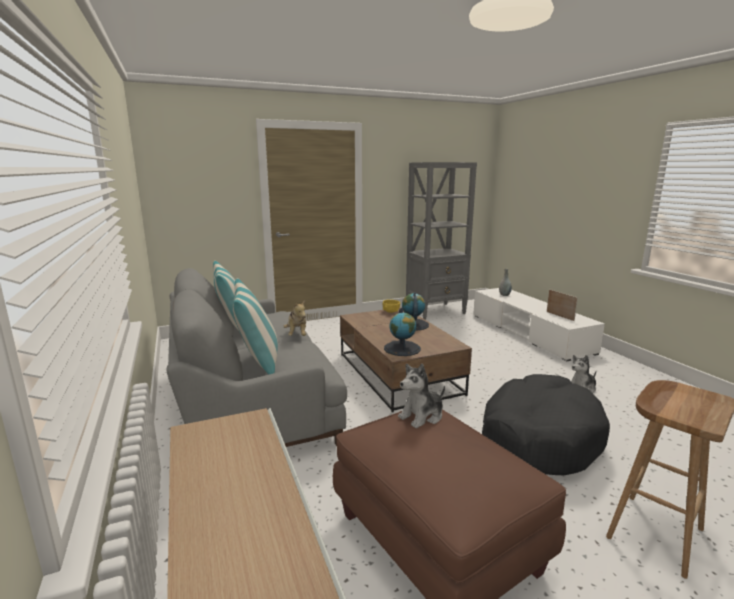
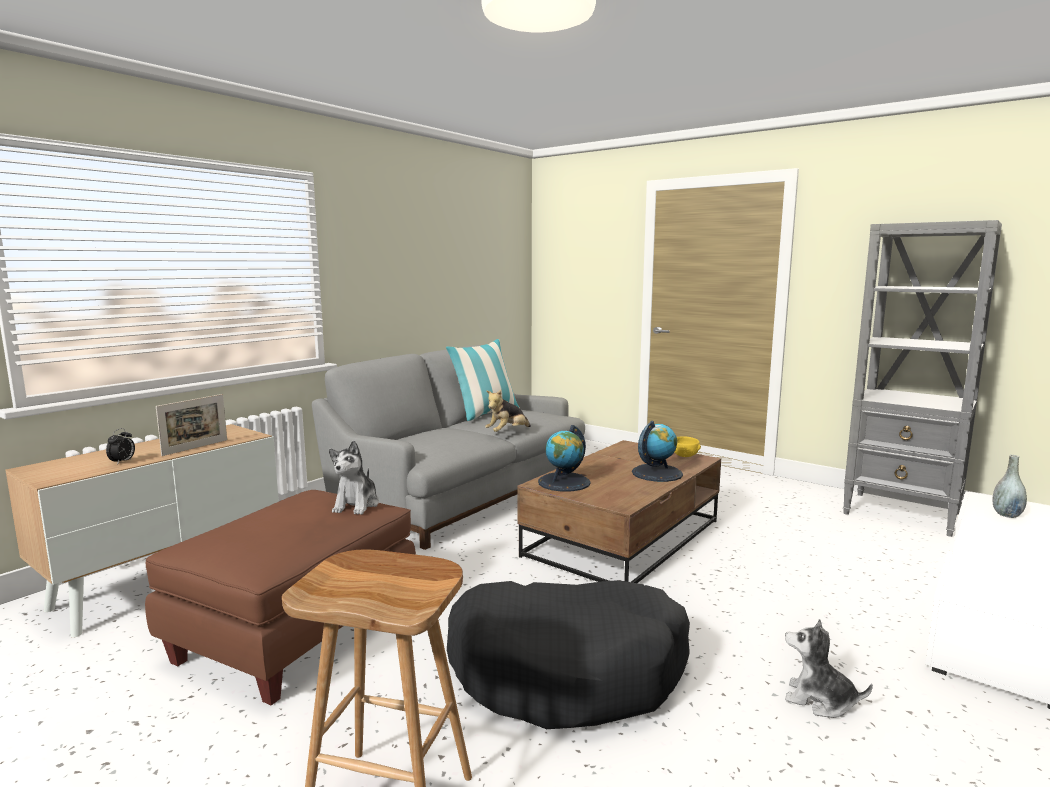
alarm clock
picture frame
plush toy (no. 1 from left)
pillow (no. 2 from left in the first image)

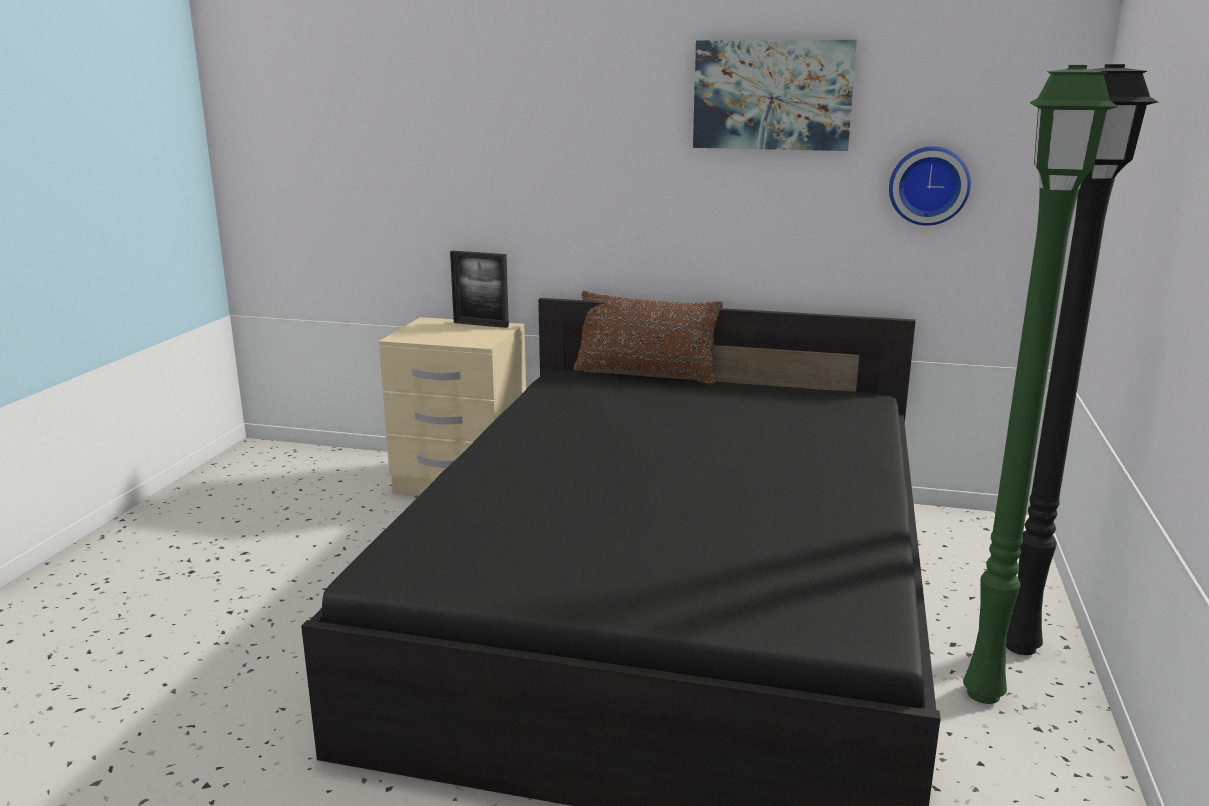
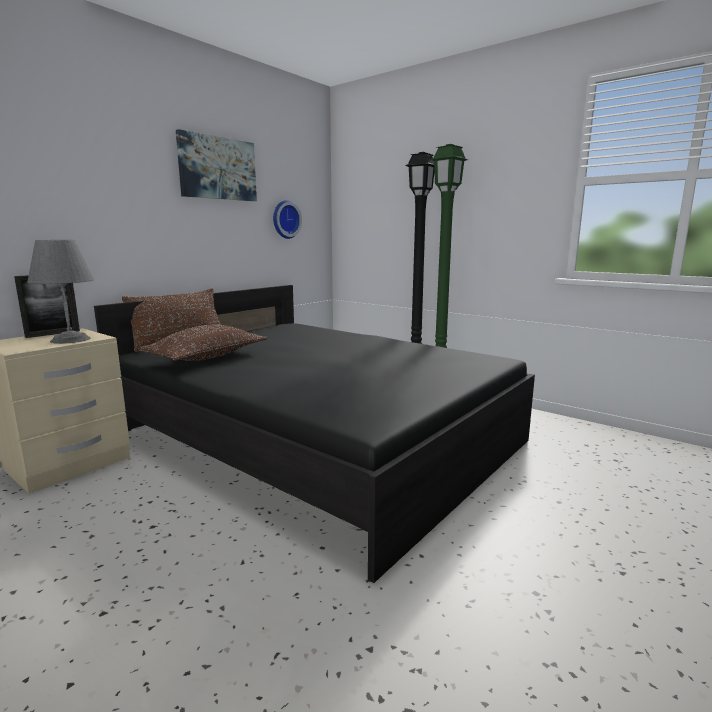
table lamp in grey
pillow in brown (no. 2 from left)

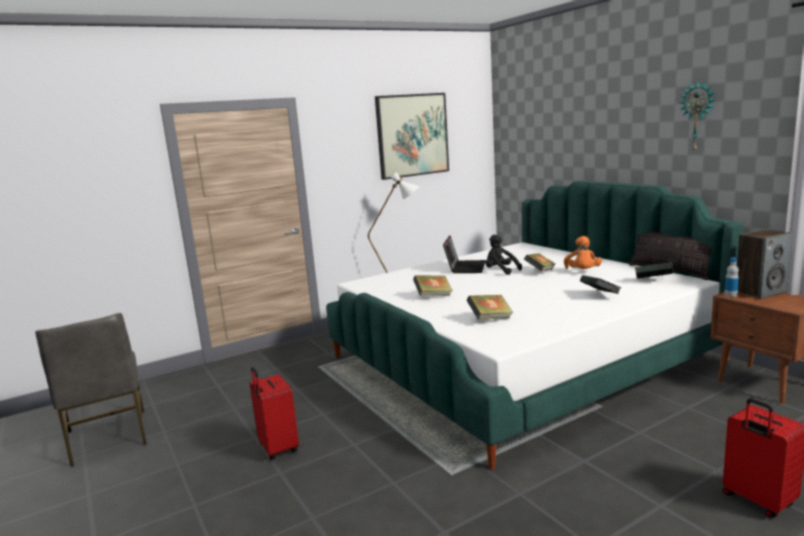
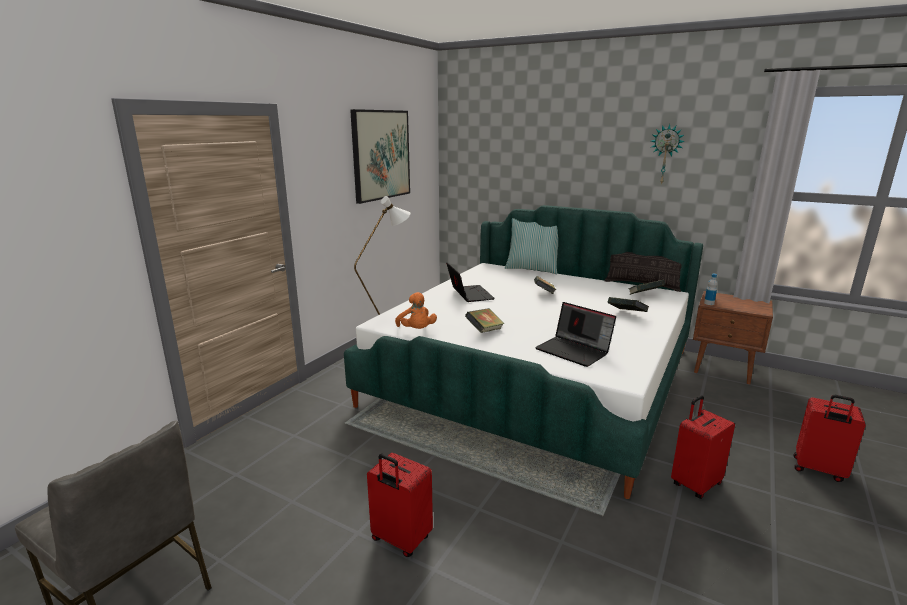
plush toy in orange
pillow (no. 1 from left)
laptop (no. 2 from left)
suitcase in red (no. 2 from left)
plush toy in black
speaker

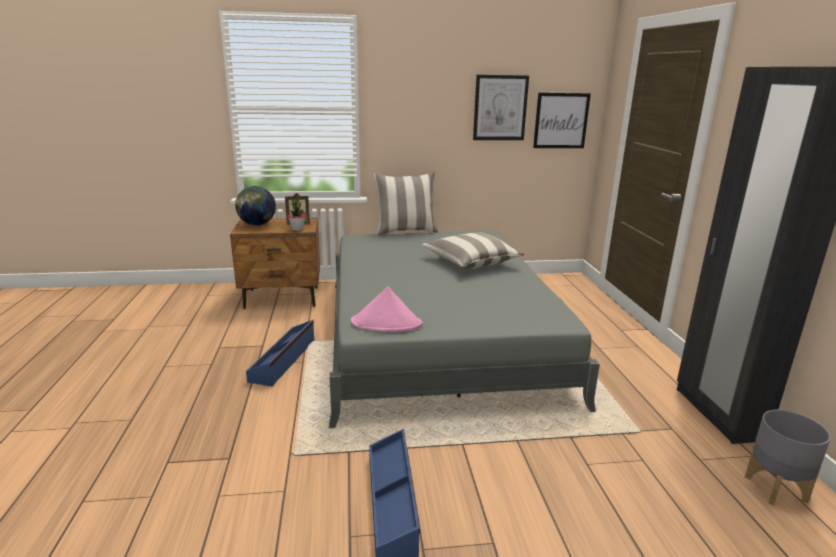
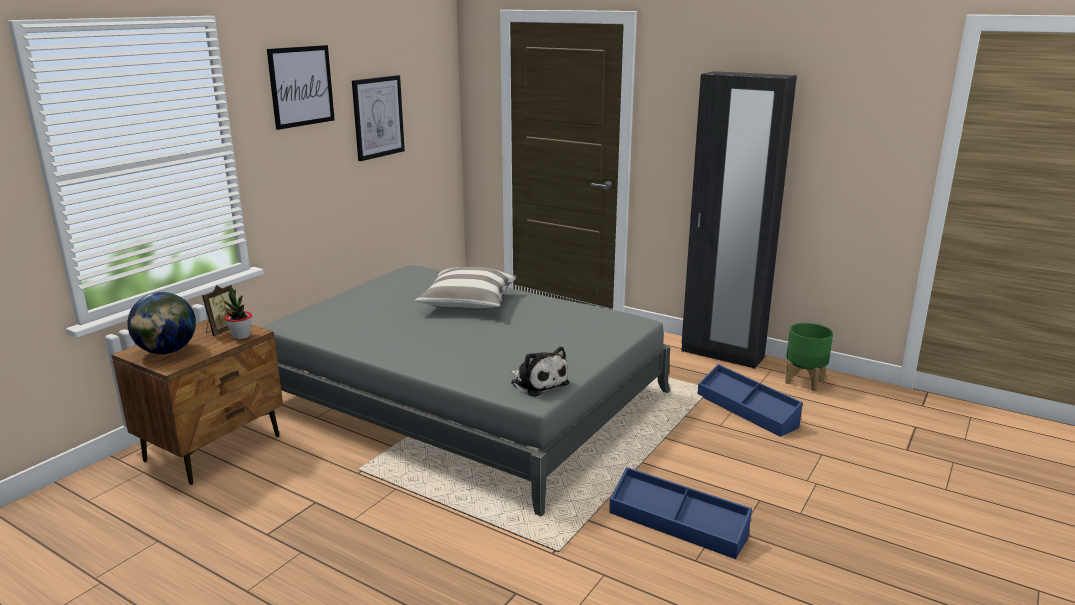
picture (no. 1 from left)
plush toy
storage box in blue (no. 2 from left)
planter in green
pillow (no. 1 from left in the first image)

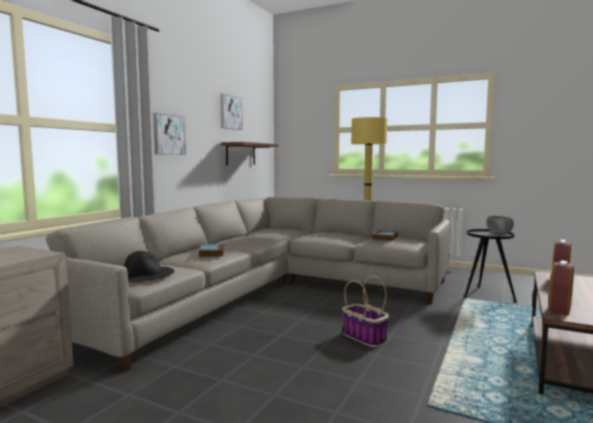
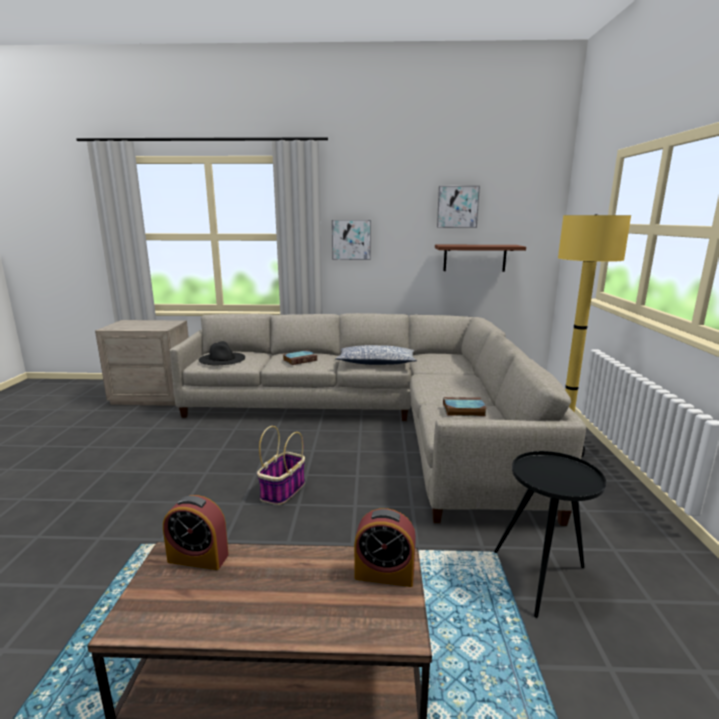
pillow
bowl in grey

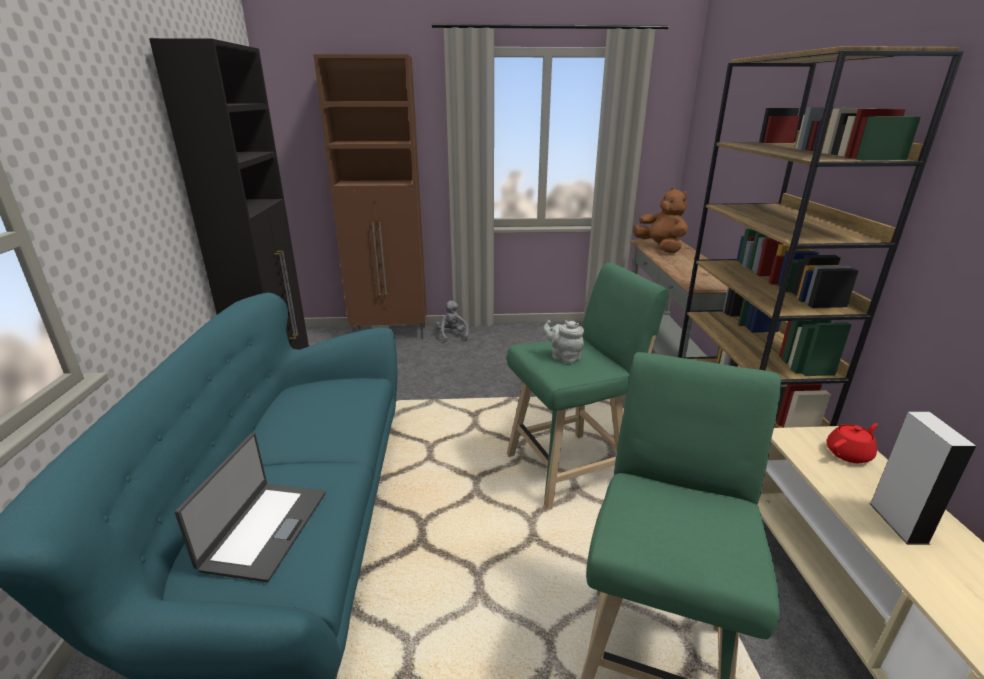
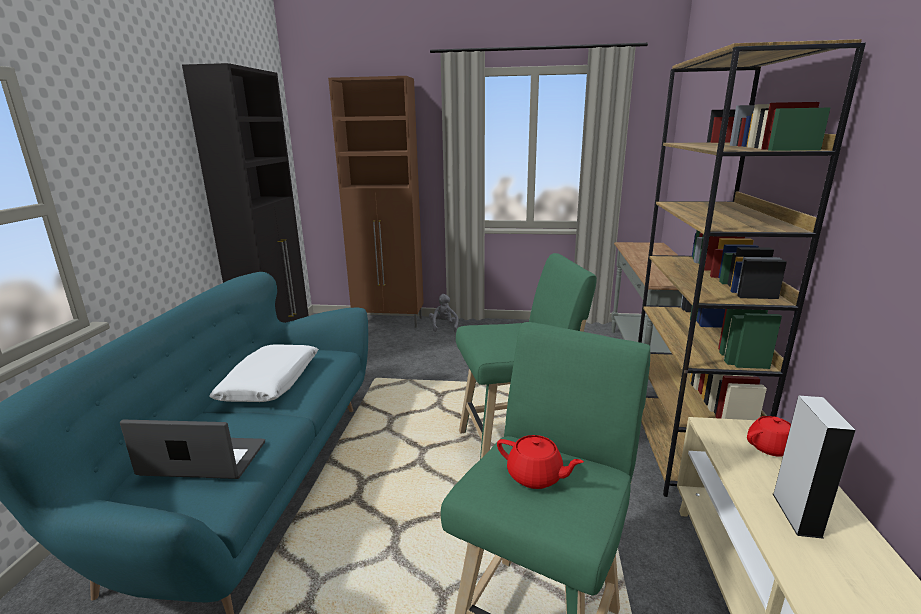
laptop
pillow in white
teapot in red (no. 1 from left)
teapot in grey
plush toy in brown

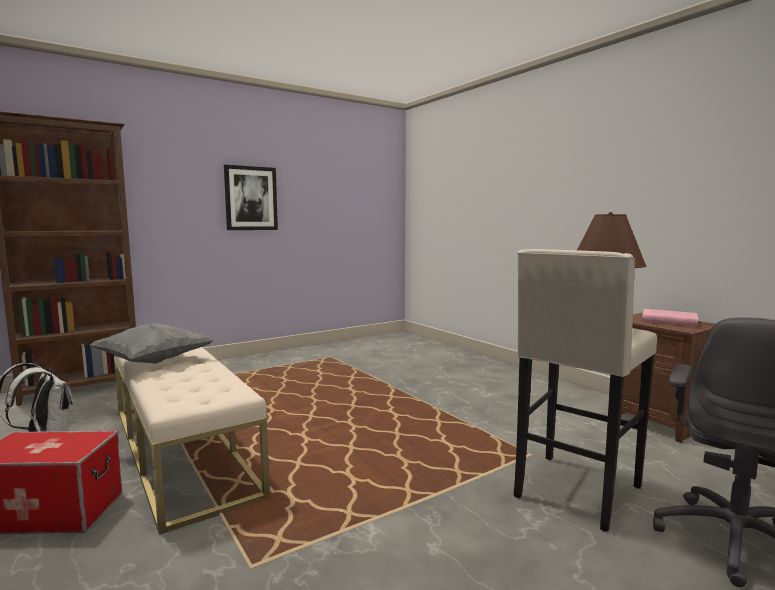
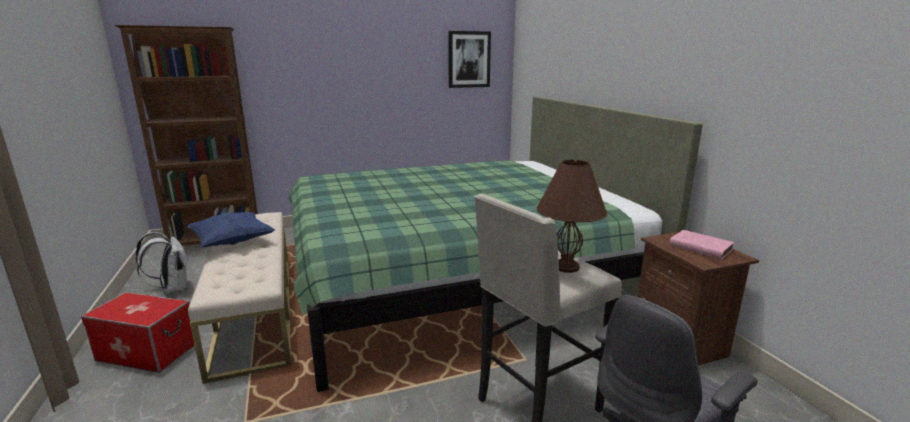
pillow in blue
bed in green
picture

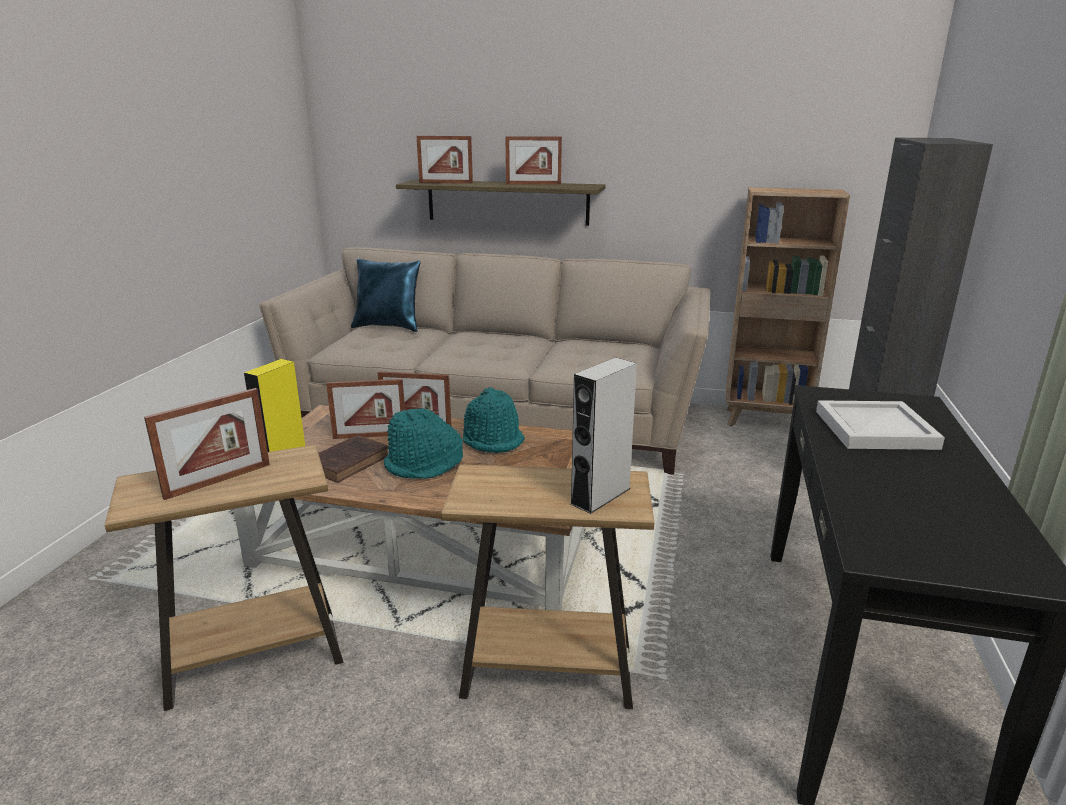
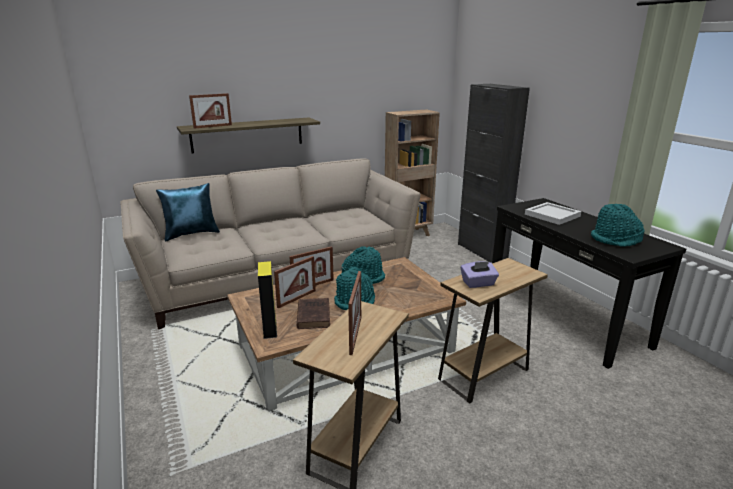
tissue box in purple
hat in turquoise (no. 3 from left)
picture frame (no. 5 from left in the first image)
speaker in grey

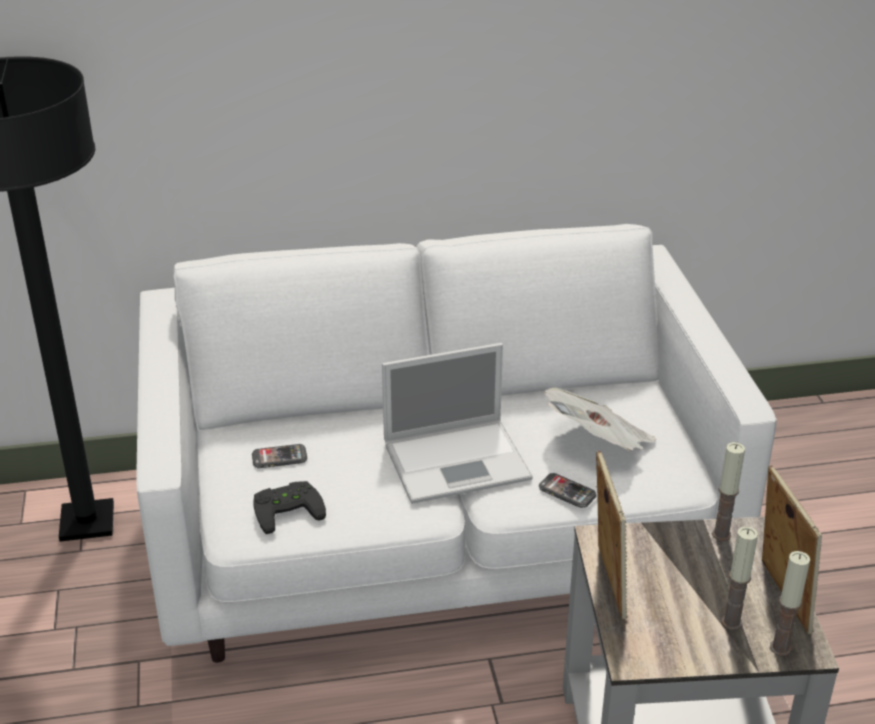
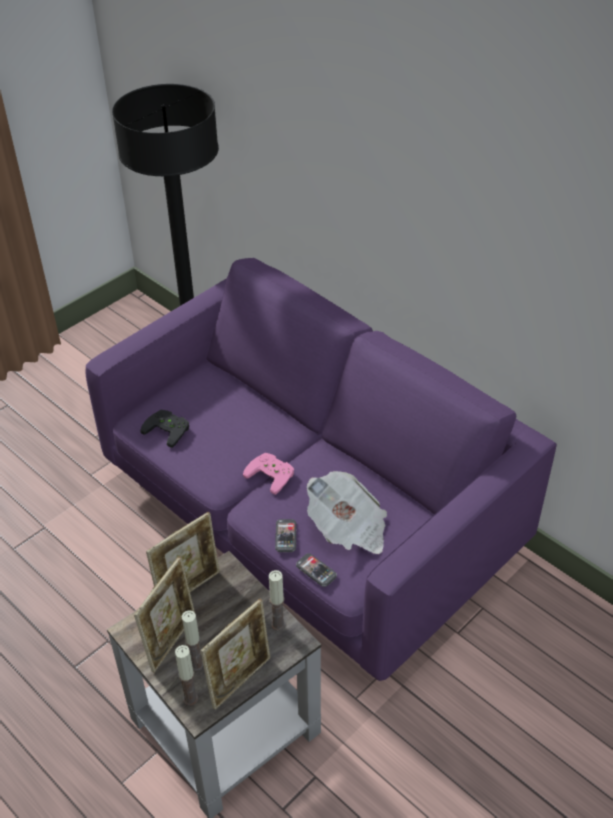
sofa in purple
picture frame (no. 1 from left)
game controller in pink
phone (no. 2 from left)

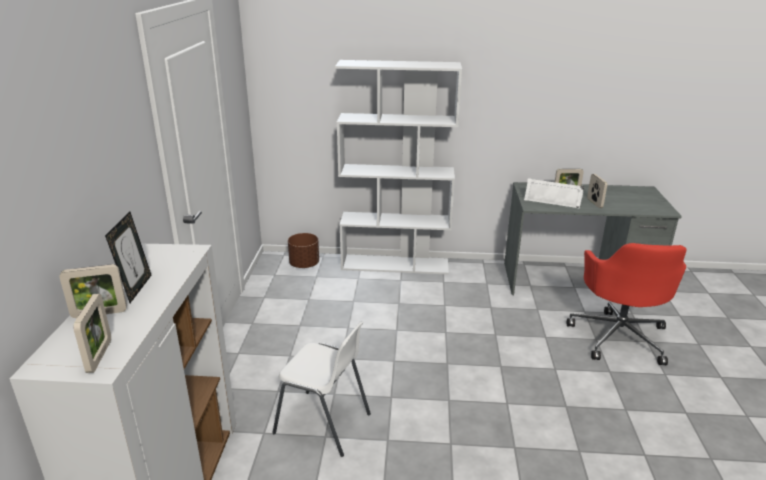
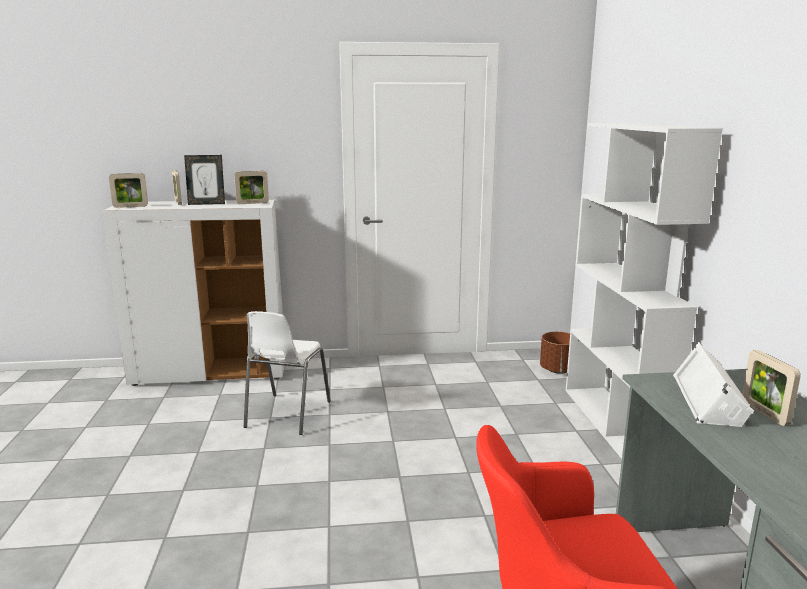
picture frame (no. 4 from left)

